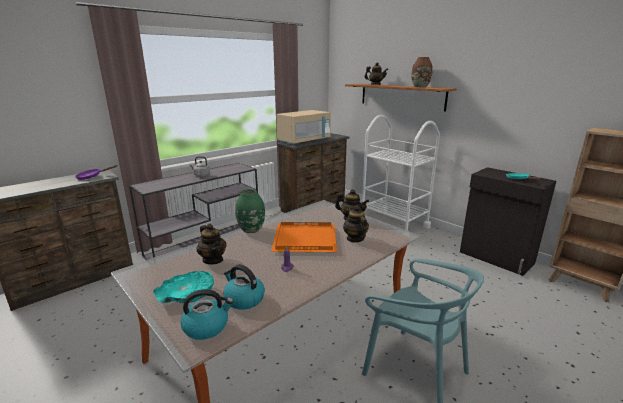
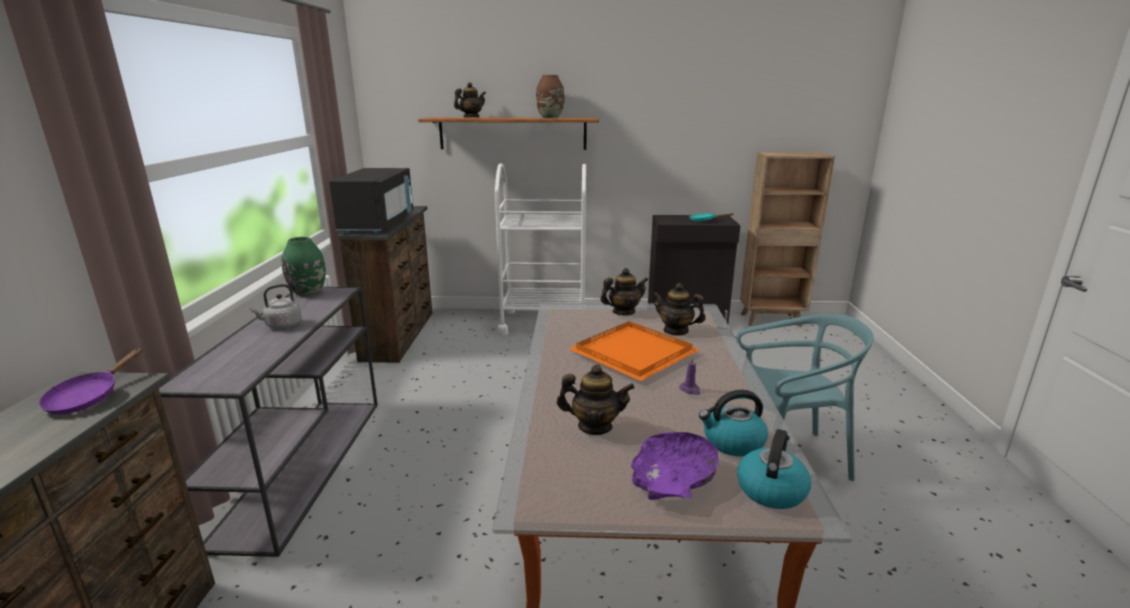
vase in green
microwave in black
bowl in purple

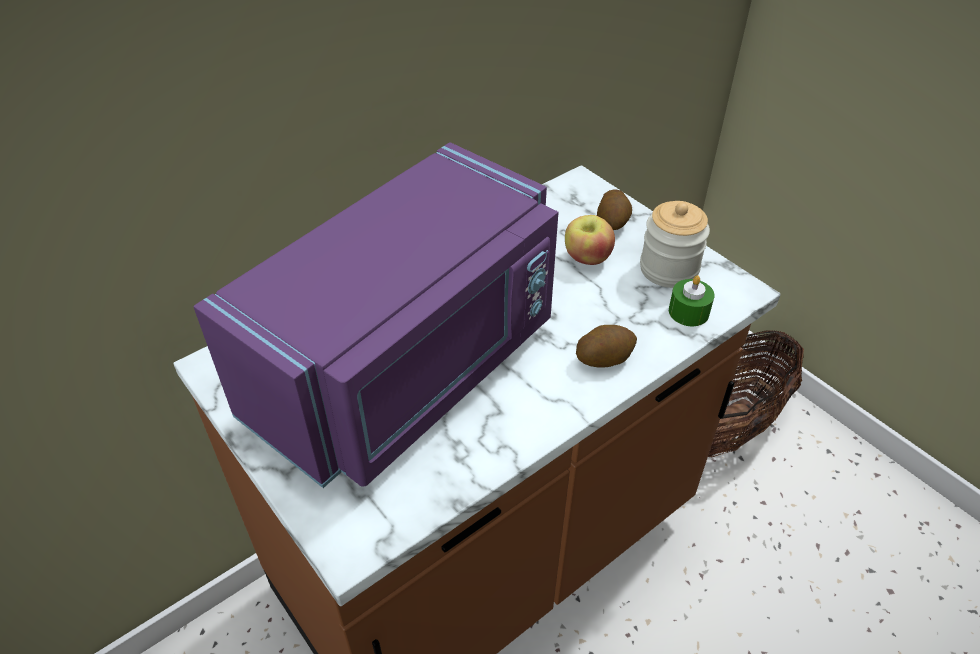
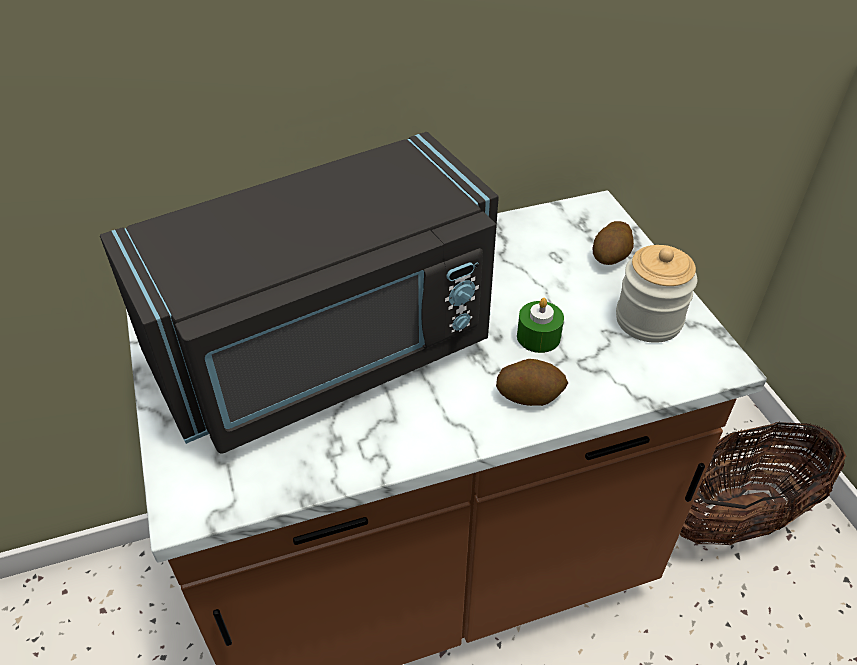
microwave in black
candle in green
apple

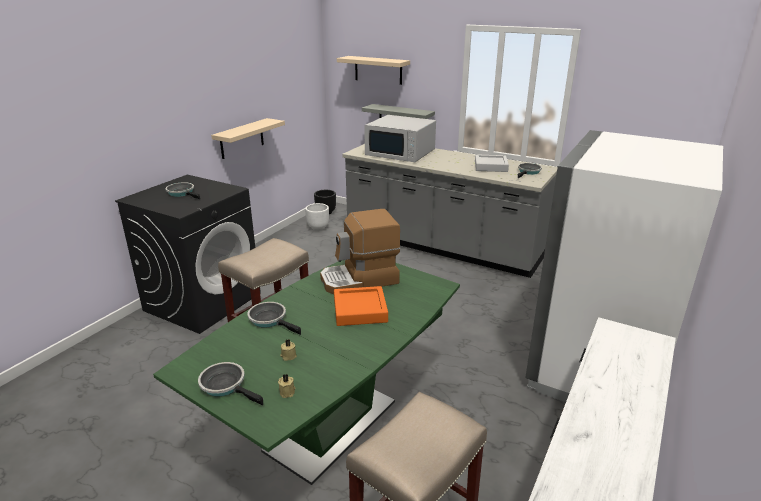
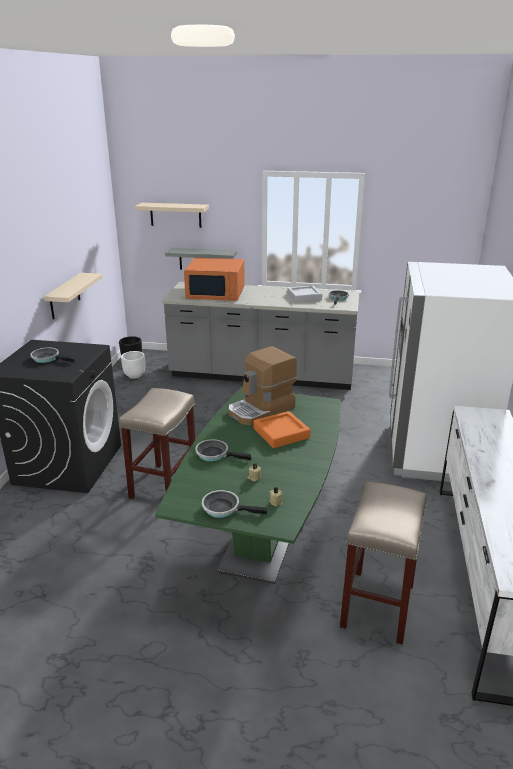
microwave in orange

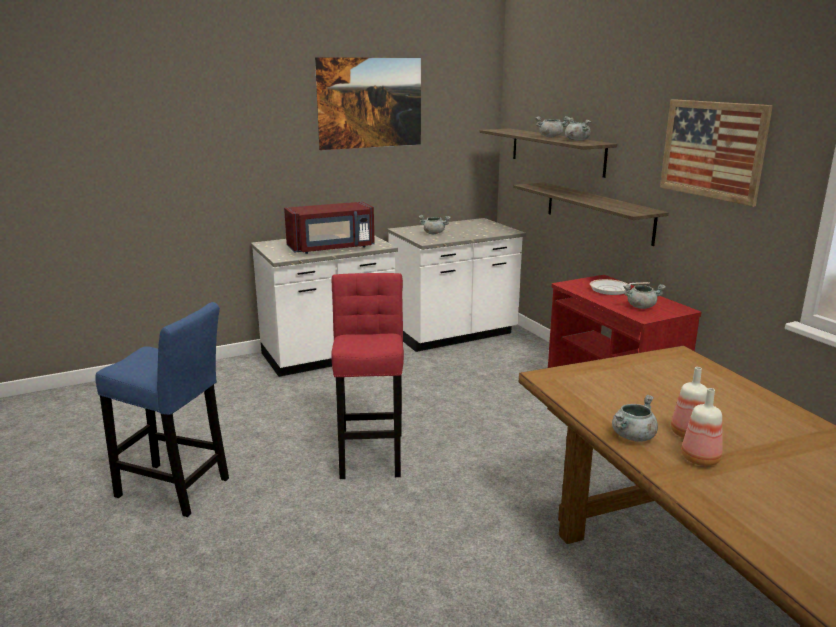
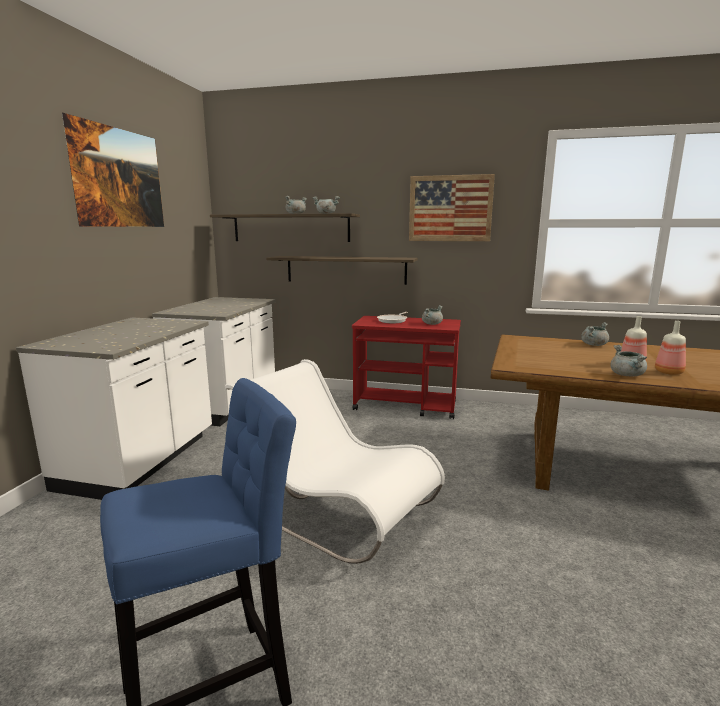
chair in white
cooking pot in grey (no. 4 from left)
microwave in red

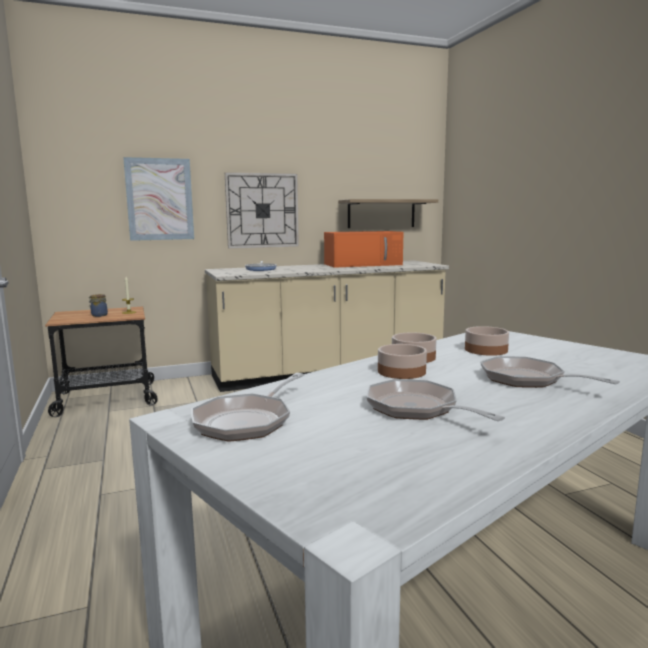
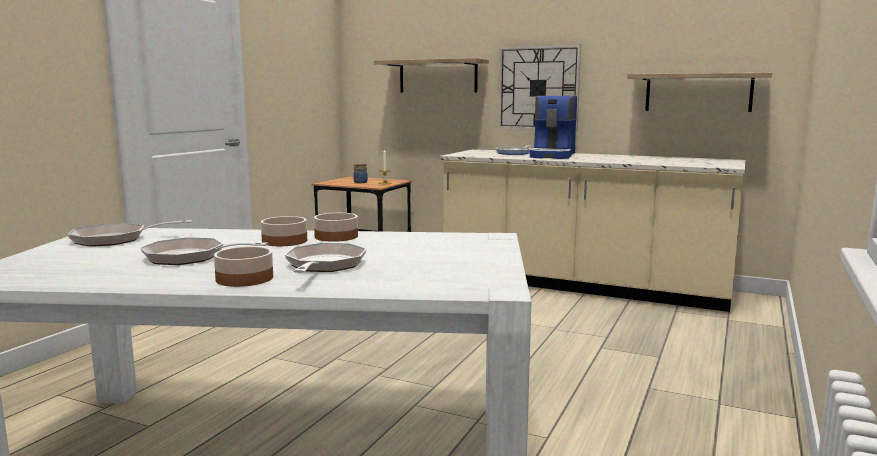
frying pan (no. 2 from left)
bowl (no. 1 from left)
shelf (no. 1 from left)
coffee machine
microwave in orange

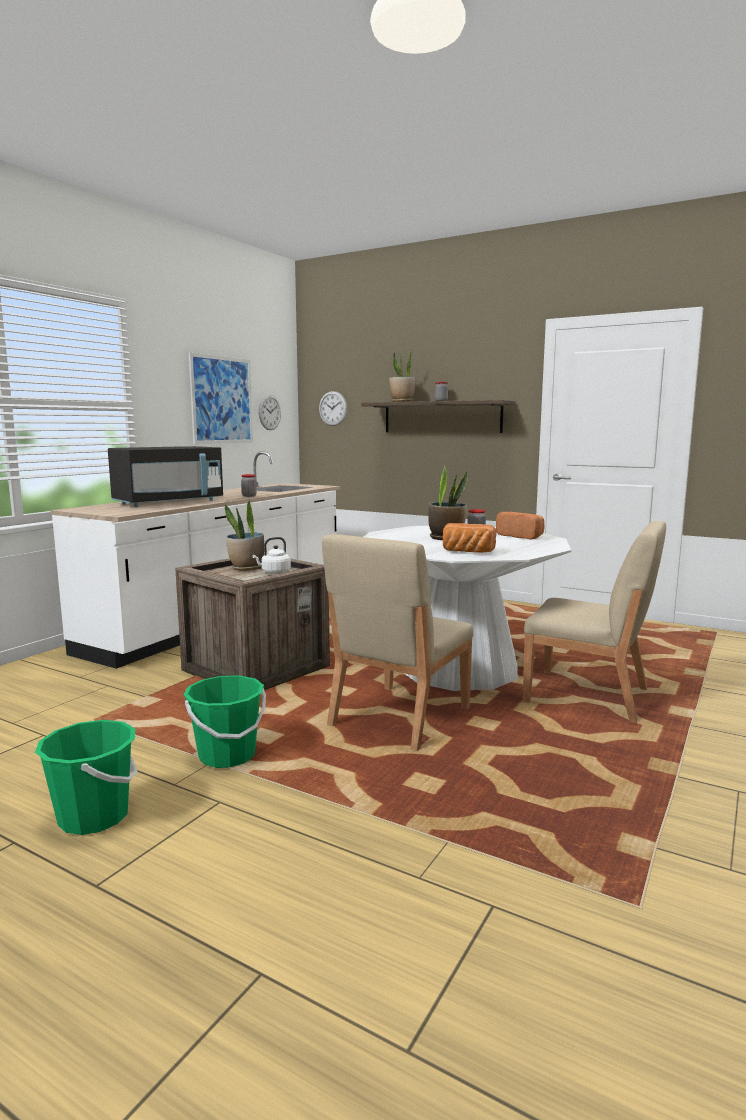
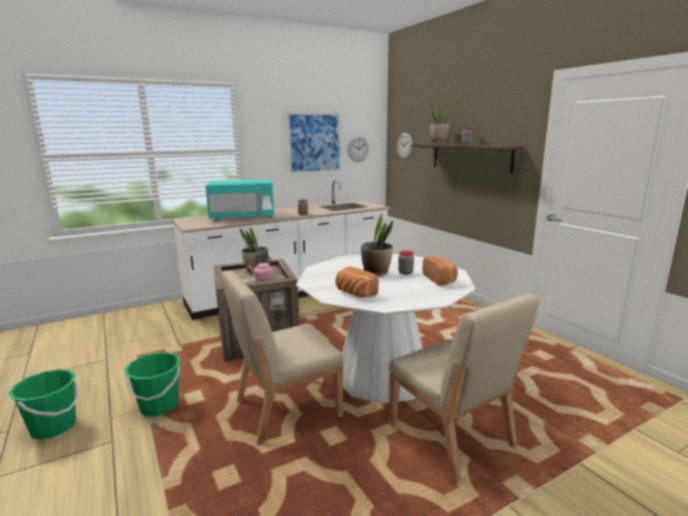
microwave in turquoise
kettle in pink

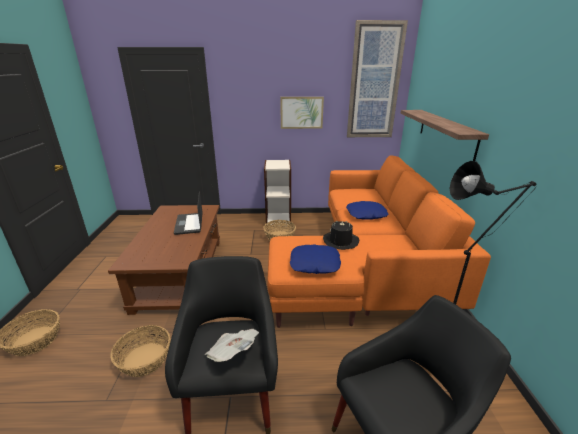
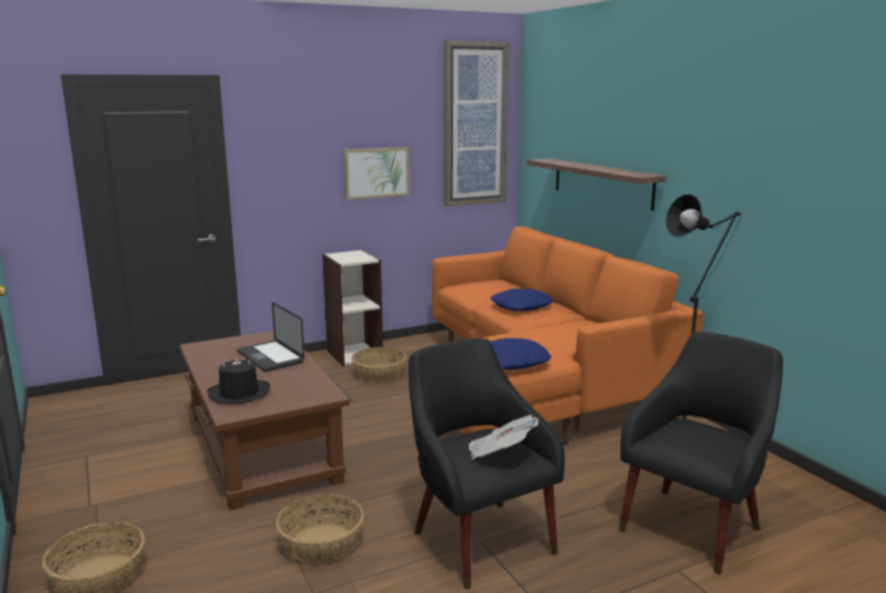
hat in black

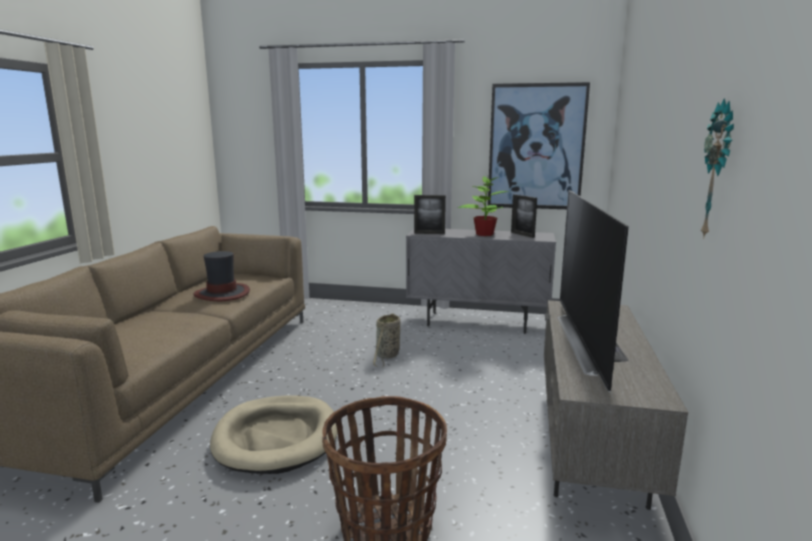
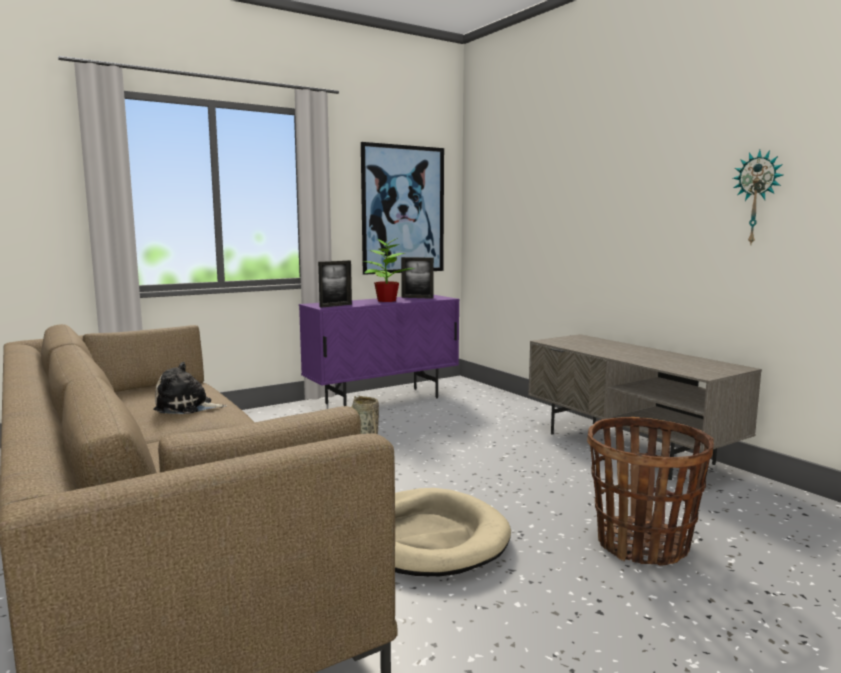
plush toy
cabinet in purple
television

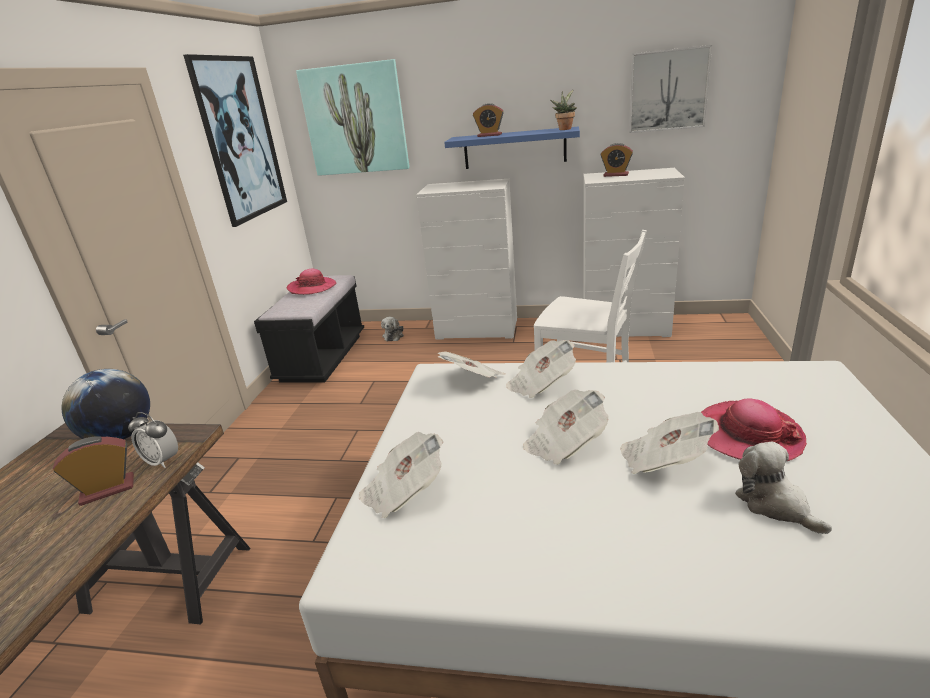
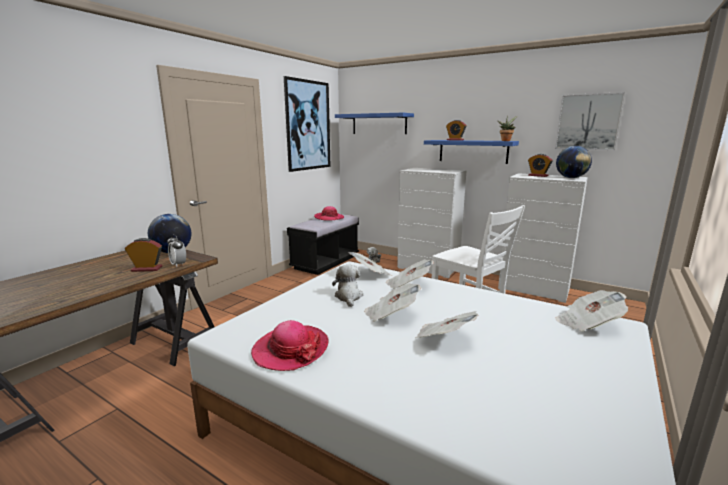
hat (no. 1 from left)
plush toy (no. 1 from left)
shelf in blue (no. 1 from left)
globe (no. 2 from left)
newspaper (no. 5 from left)

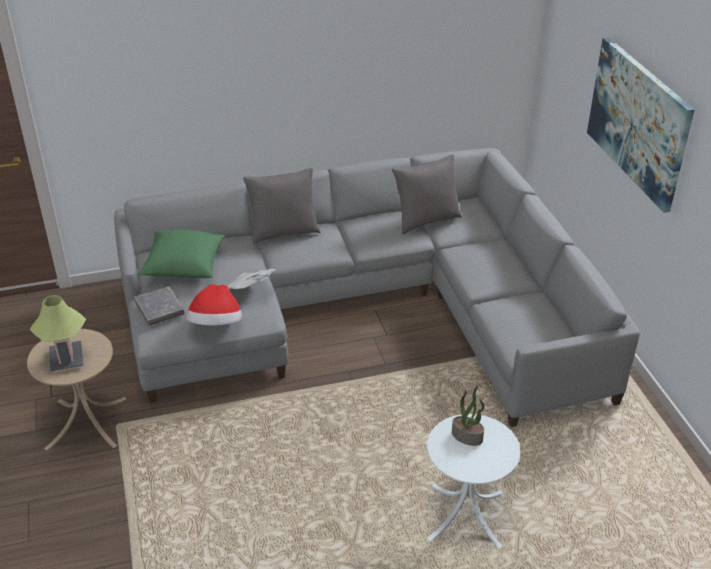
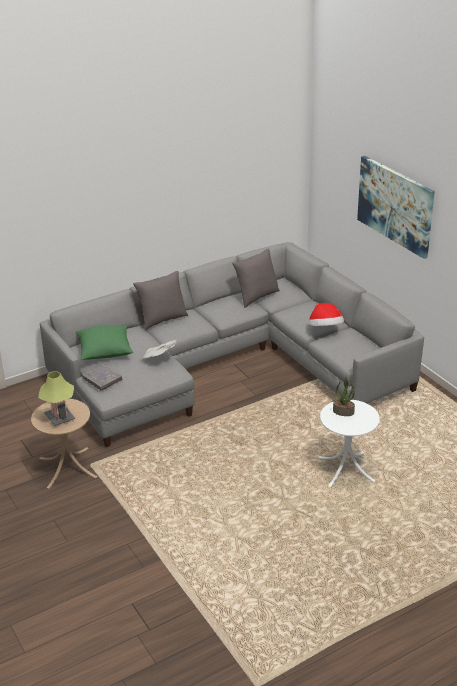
hat

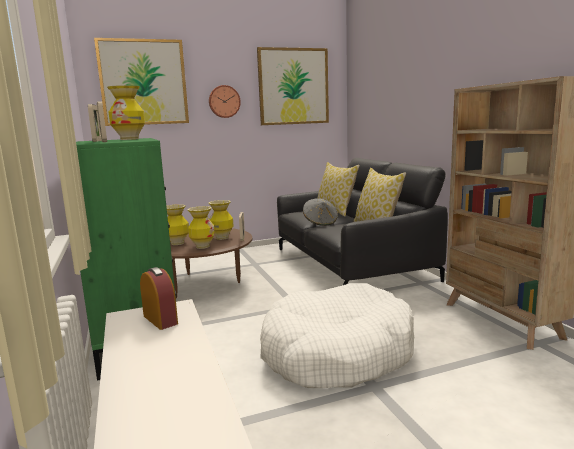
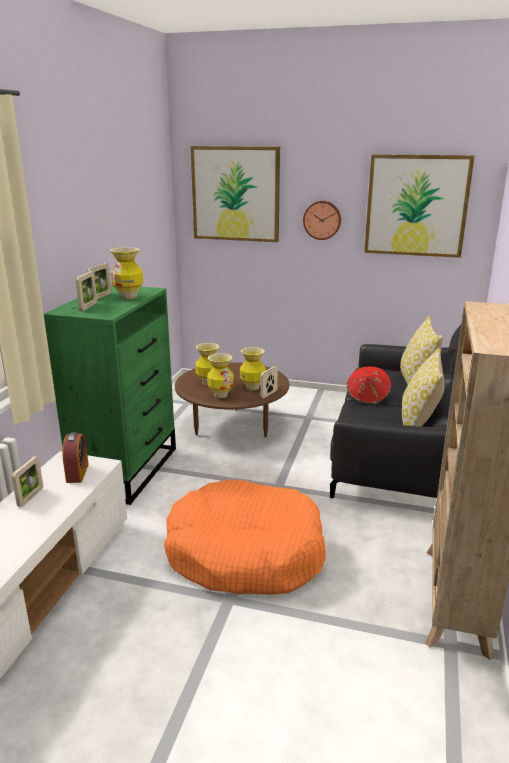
picture frame (no. 1 from left)
dog bed in orange
hat in red

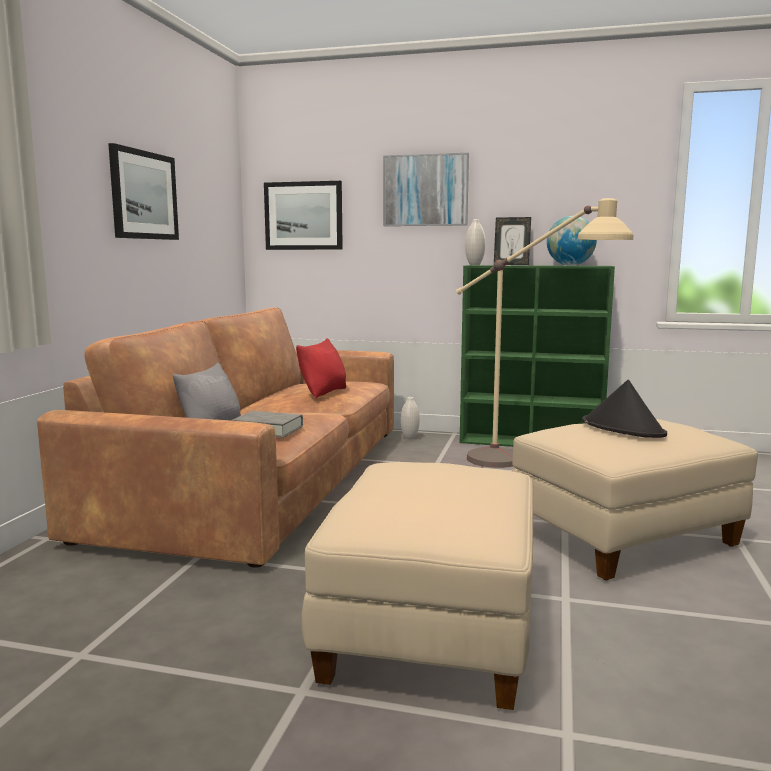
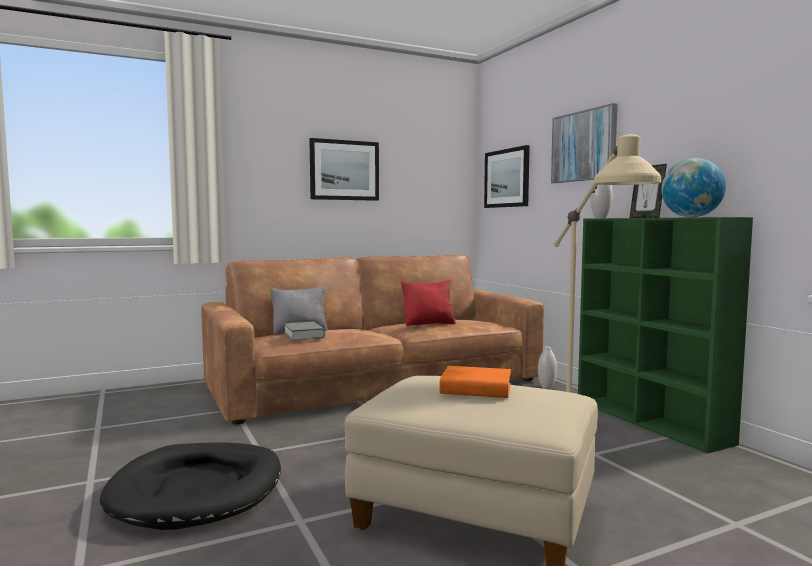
dog bed in black
book in orange

